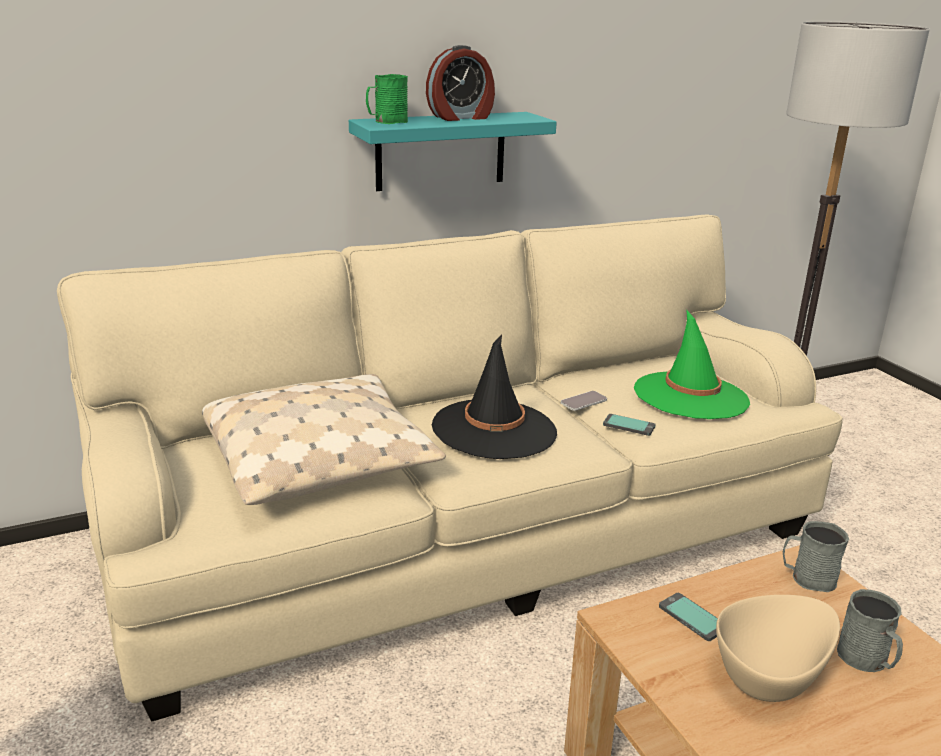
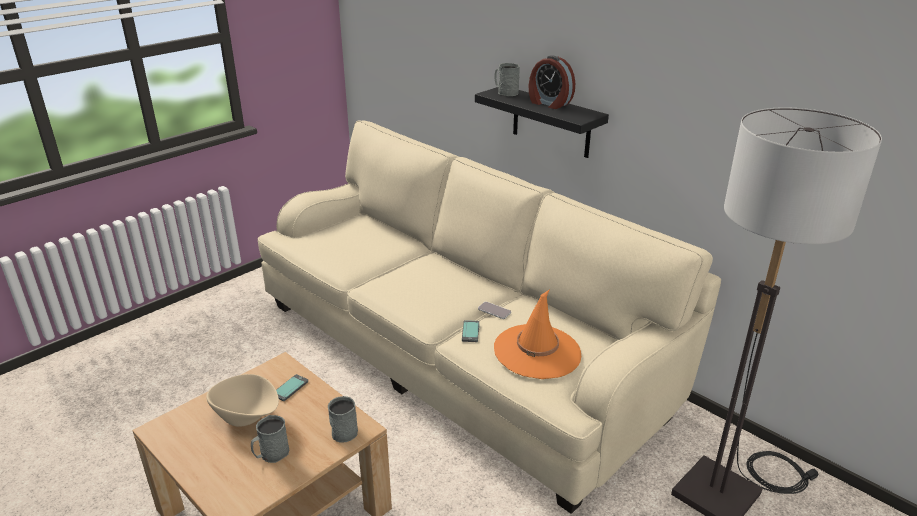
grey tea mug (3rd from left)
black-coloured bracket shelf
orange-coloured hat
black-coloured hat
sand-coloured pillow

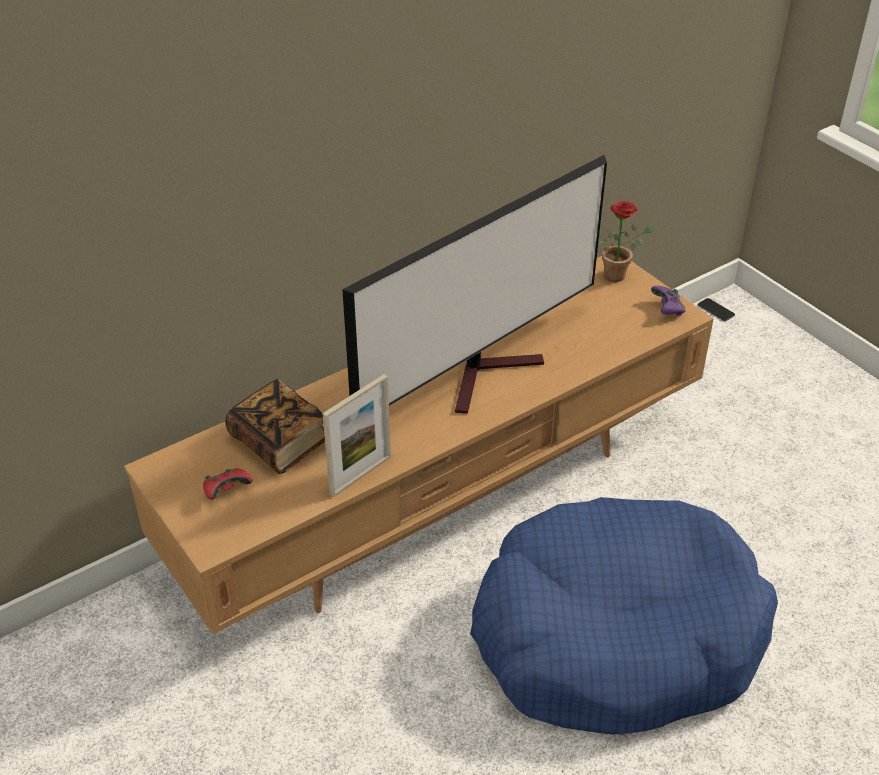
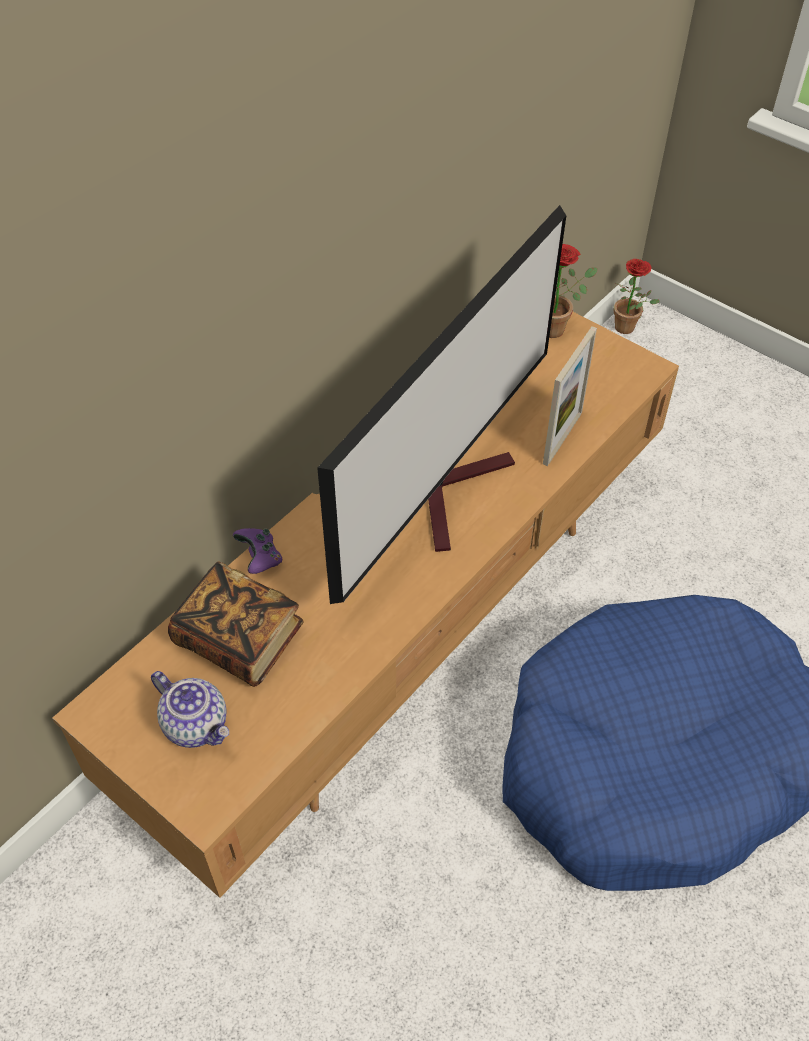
purple-coloured joypad
houseplant (2nd from left)
photo frame
teapot

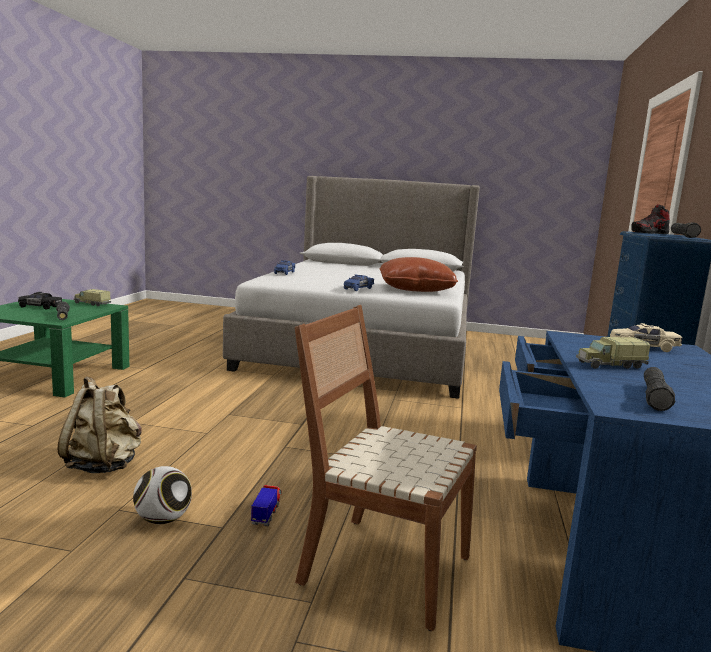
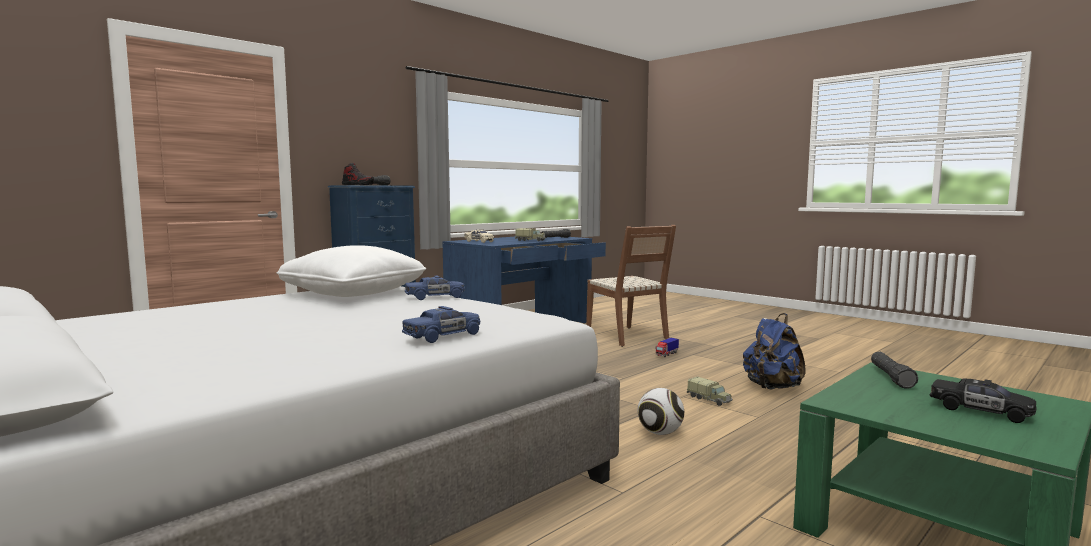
whitish pillow
toy truck (3rd from left)
blue-coloured backpack
ball for football

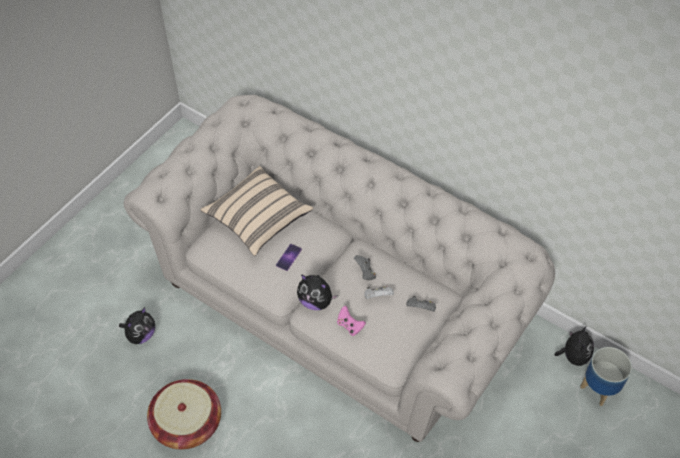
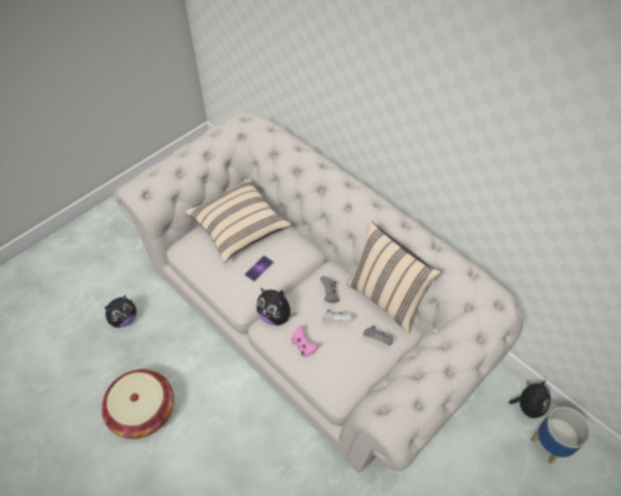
sand-coloured pillow (2nd from left)

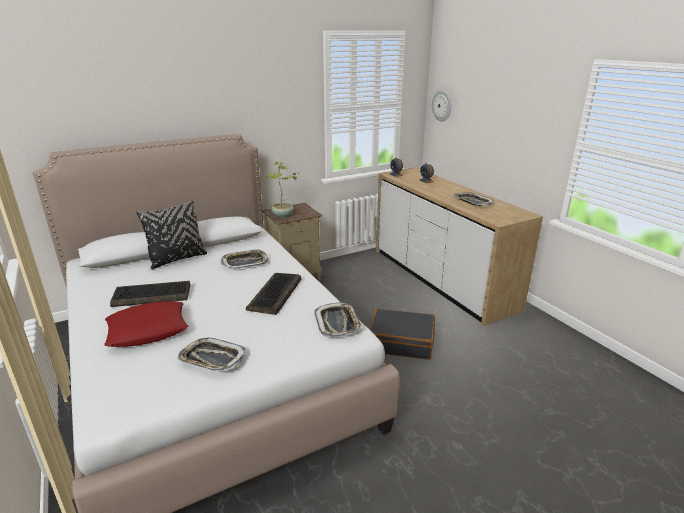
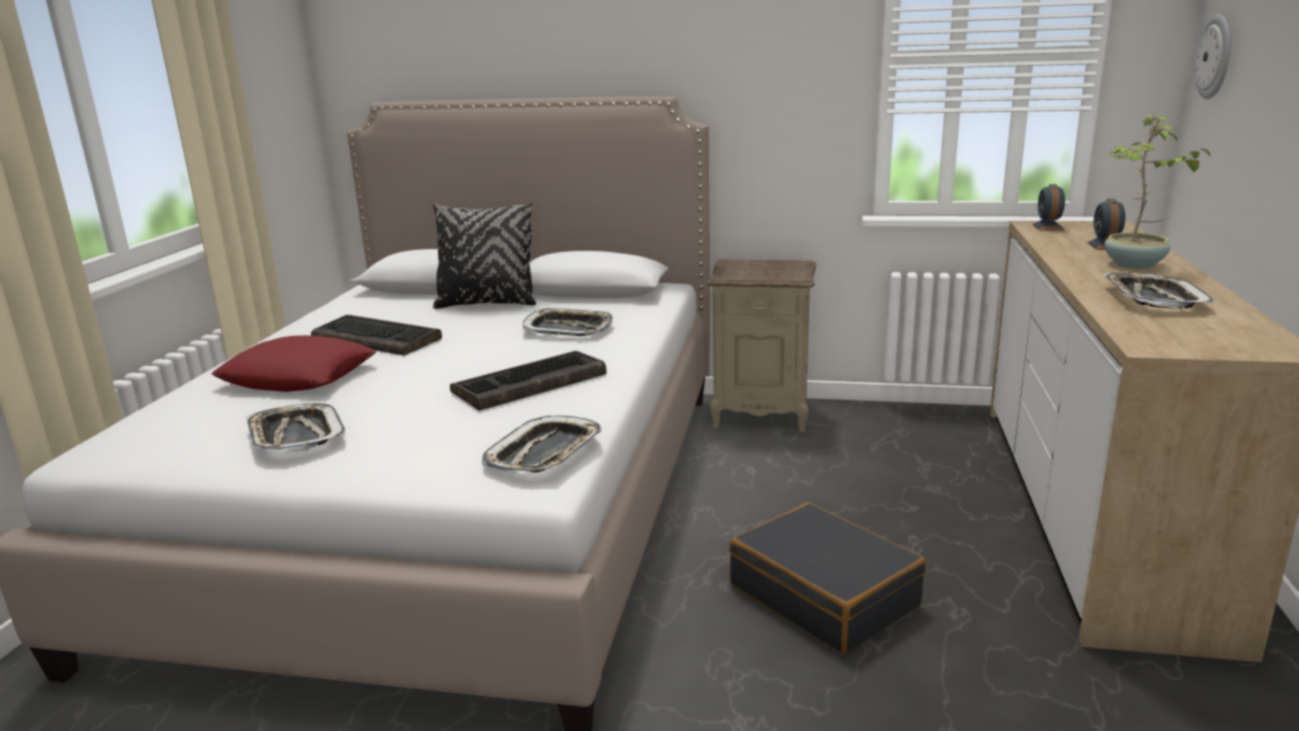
houseplant

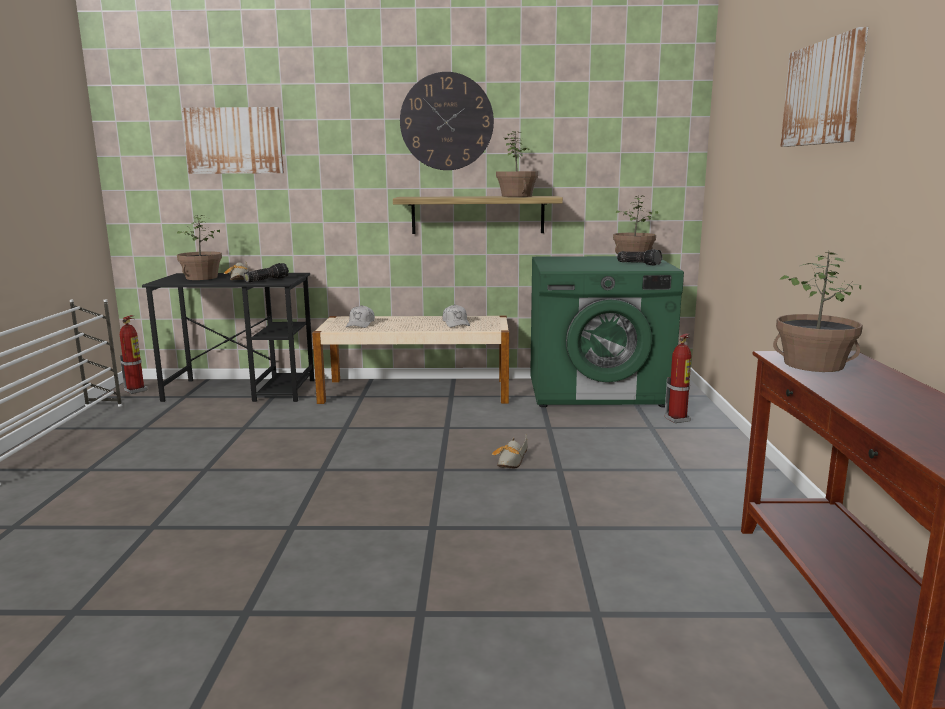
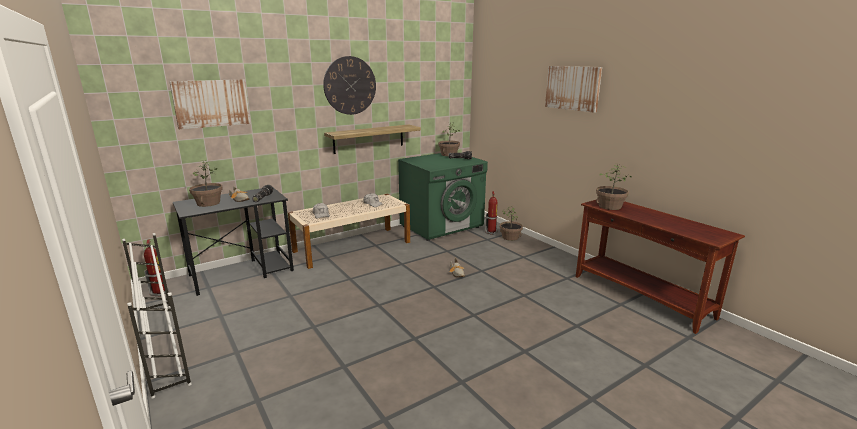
houseplant (3rd from left)

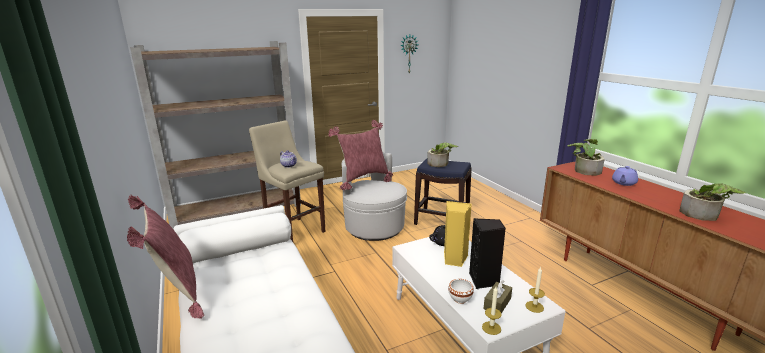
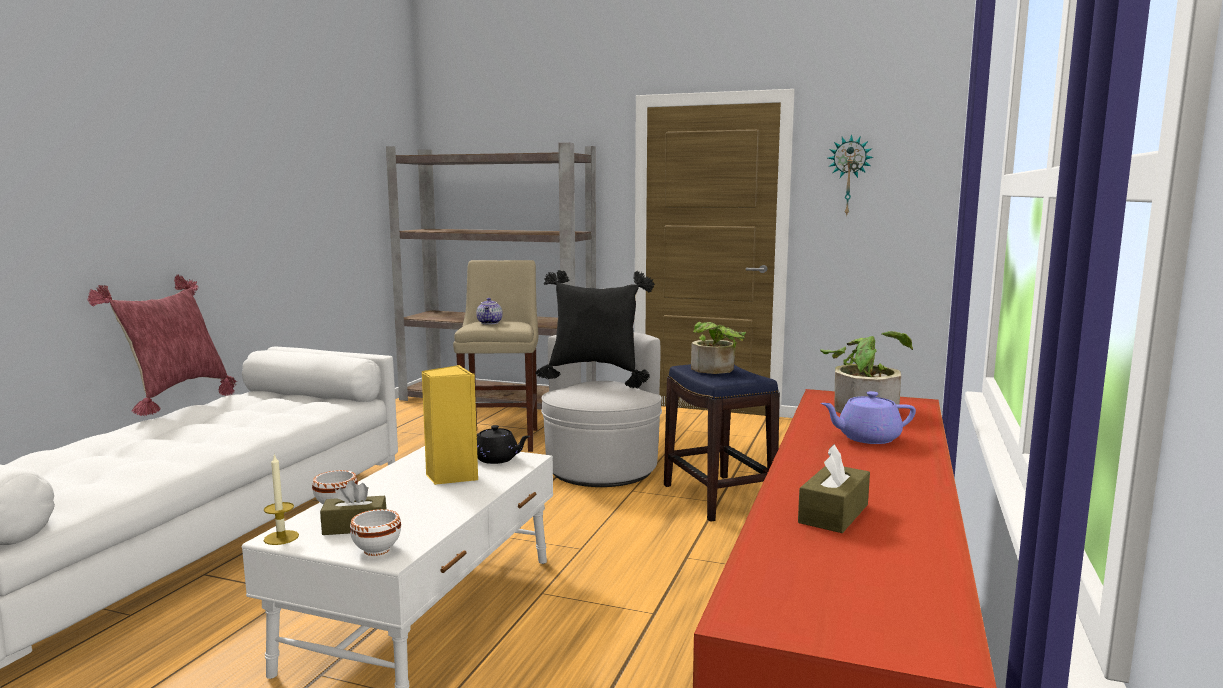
black-coloured pillow
brownish box of tissues (2nd from left)
black-coloured loudspeaker
whitish bowl (2nd from left)

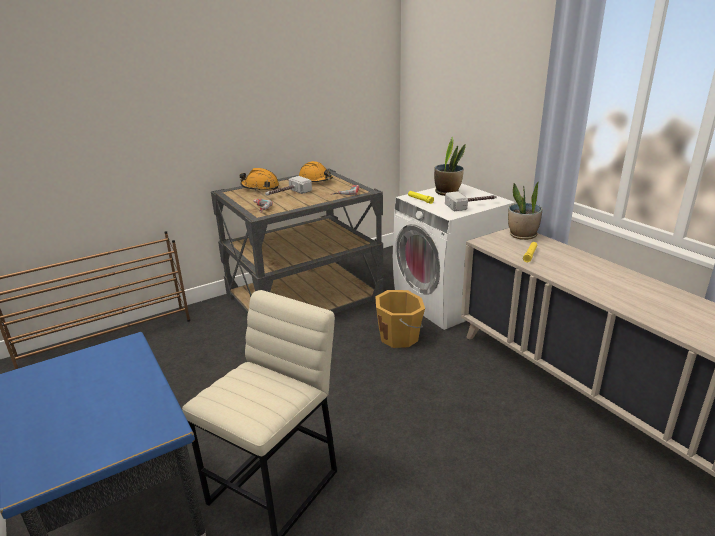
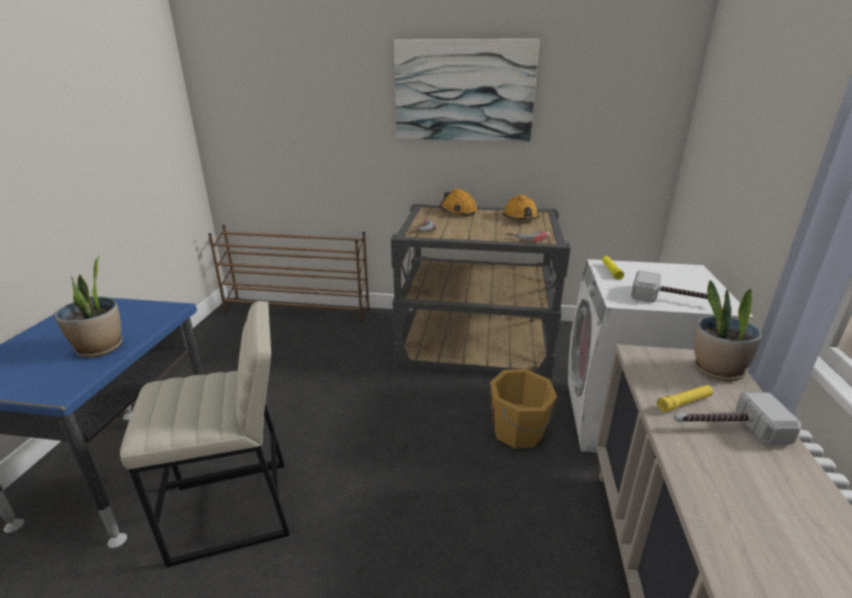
houseplant (1st from left)
tool hammer (2nd from left)
picture

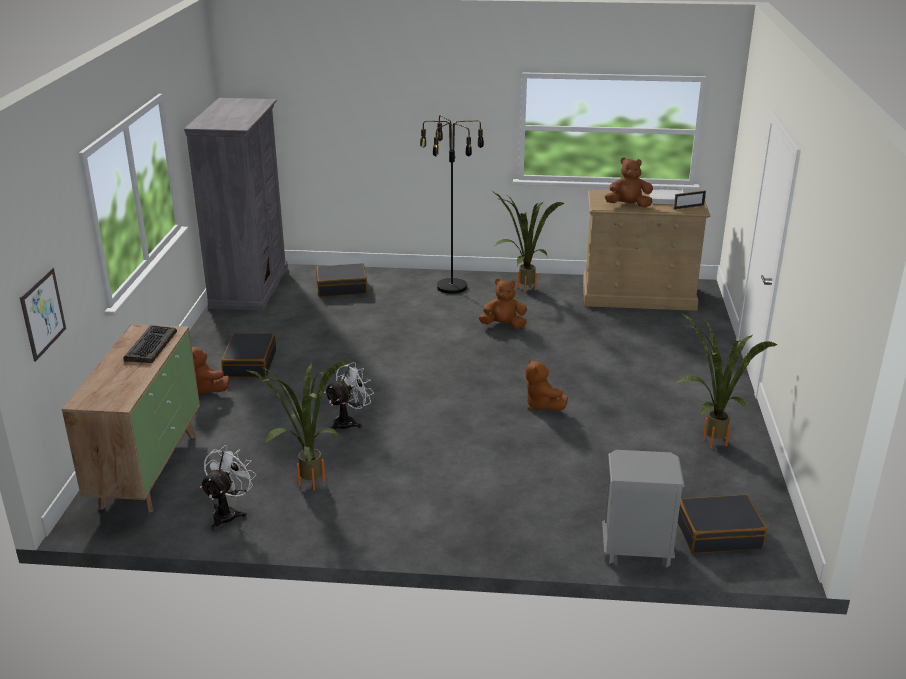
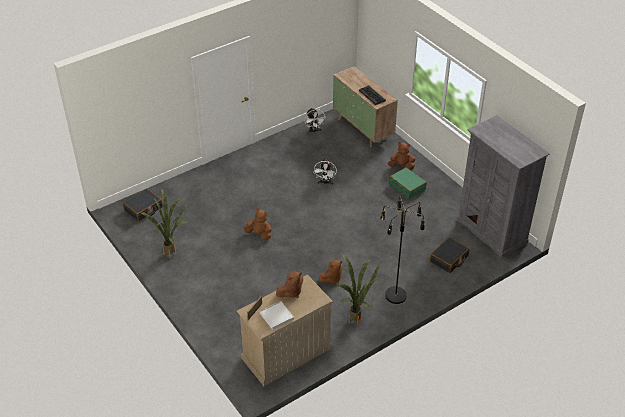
picture
greenish travel case
houseplant (1st from left in the first image)
grey bedside table

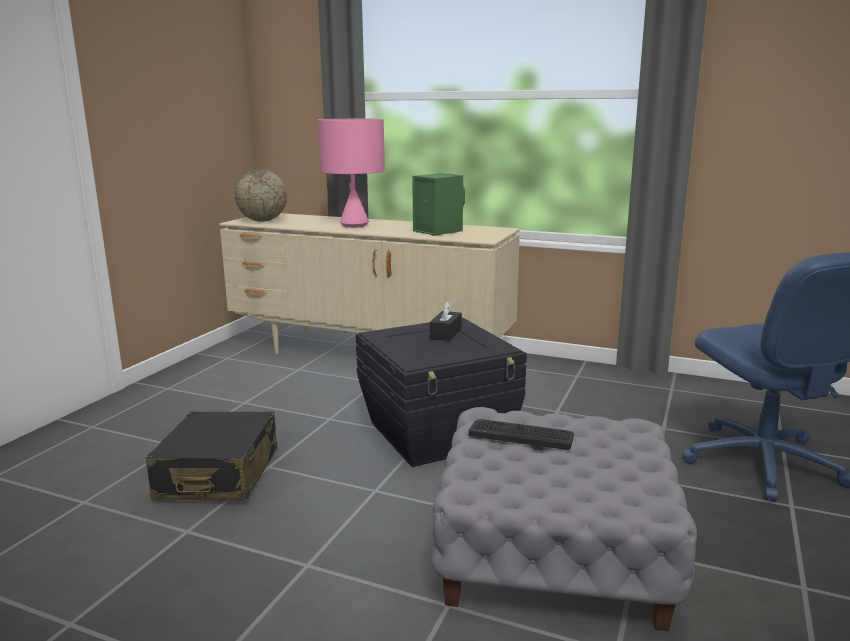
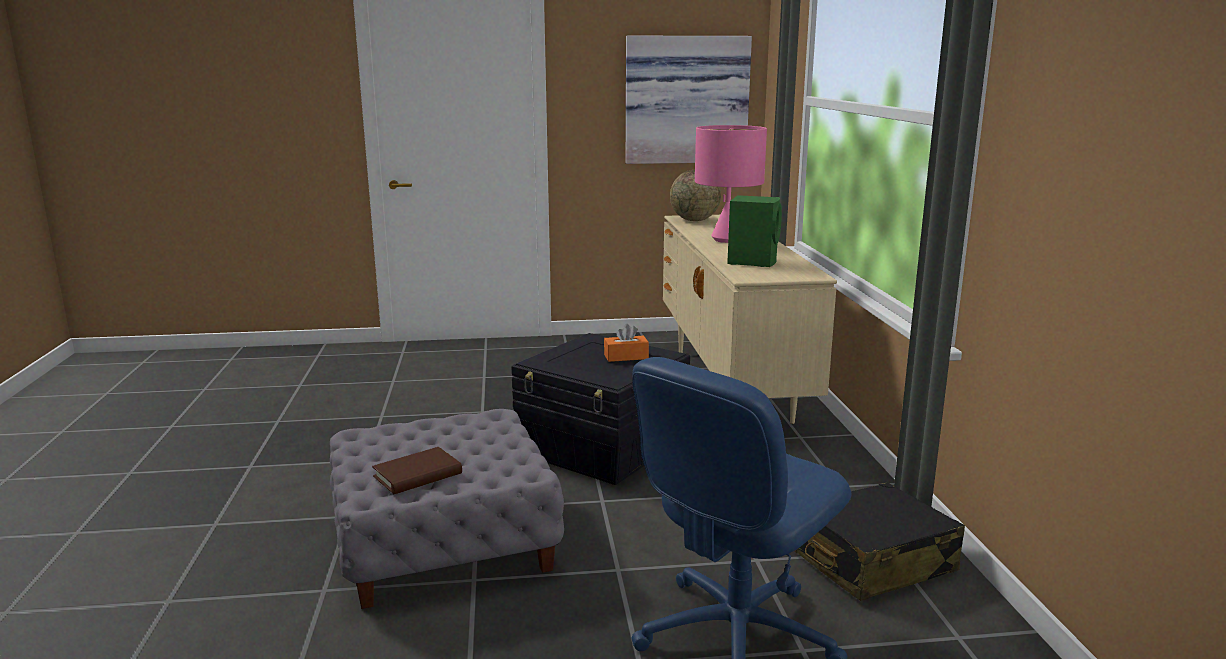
orange-coloured box of tissues
black-coloured travel case
keyboard
picture
brownish volume

